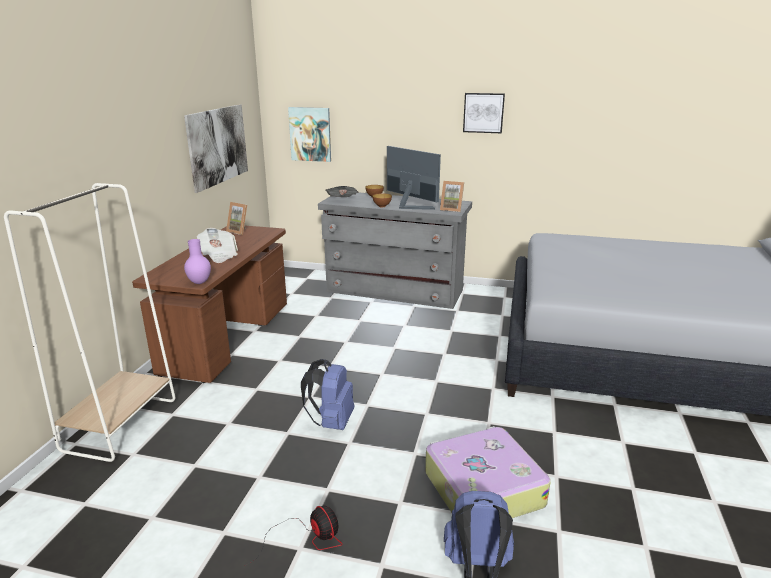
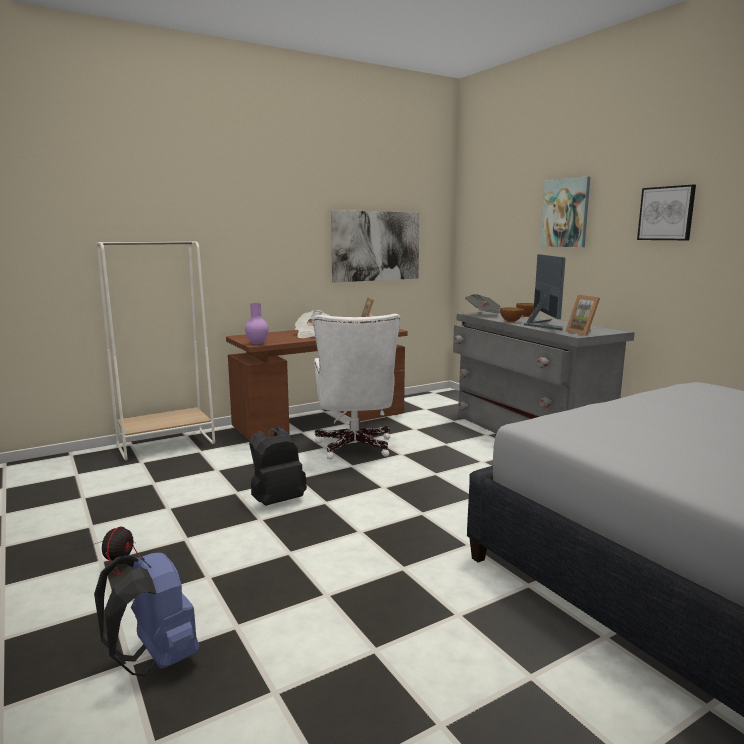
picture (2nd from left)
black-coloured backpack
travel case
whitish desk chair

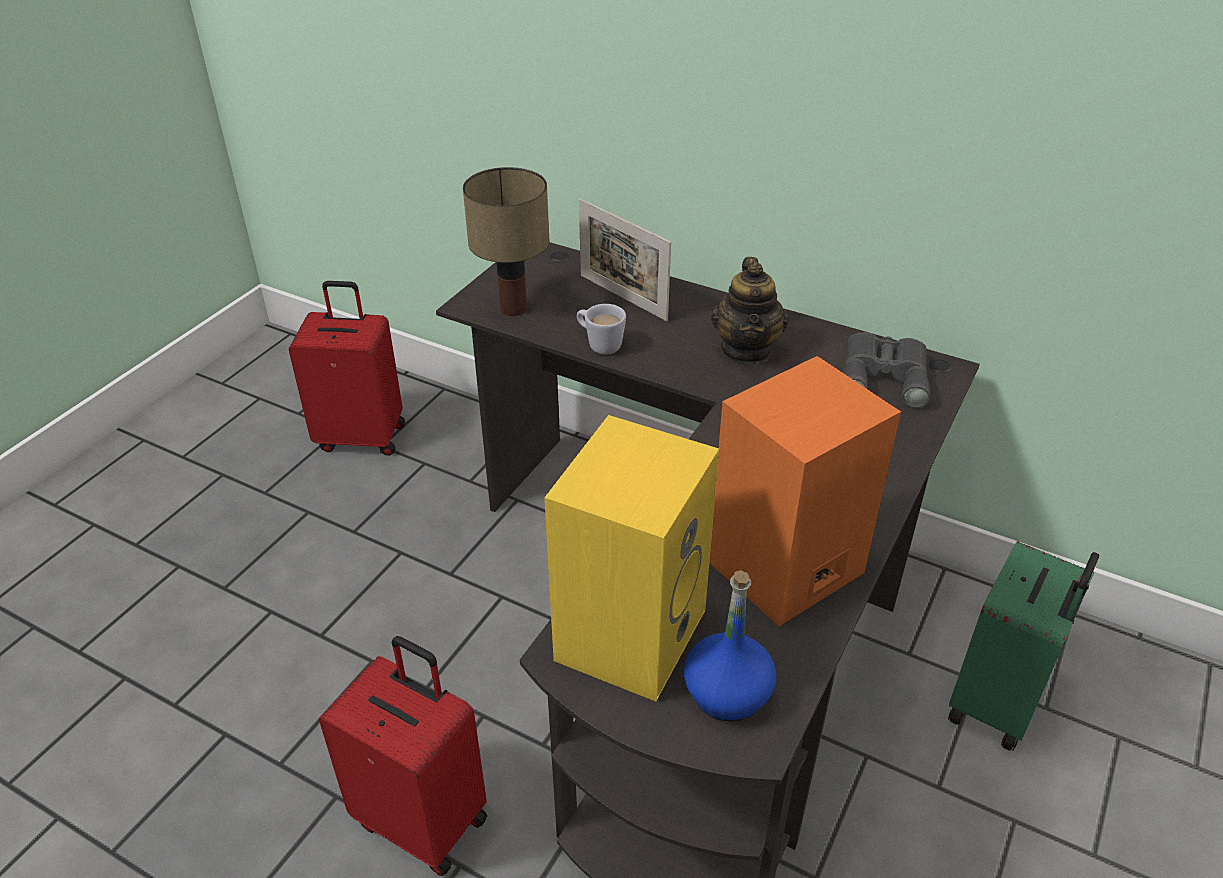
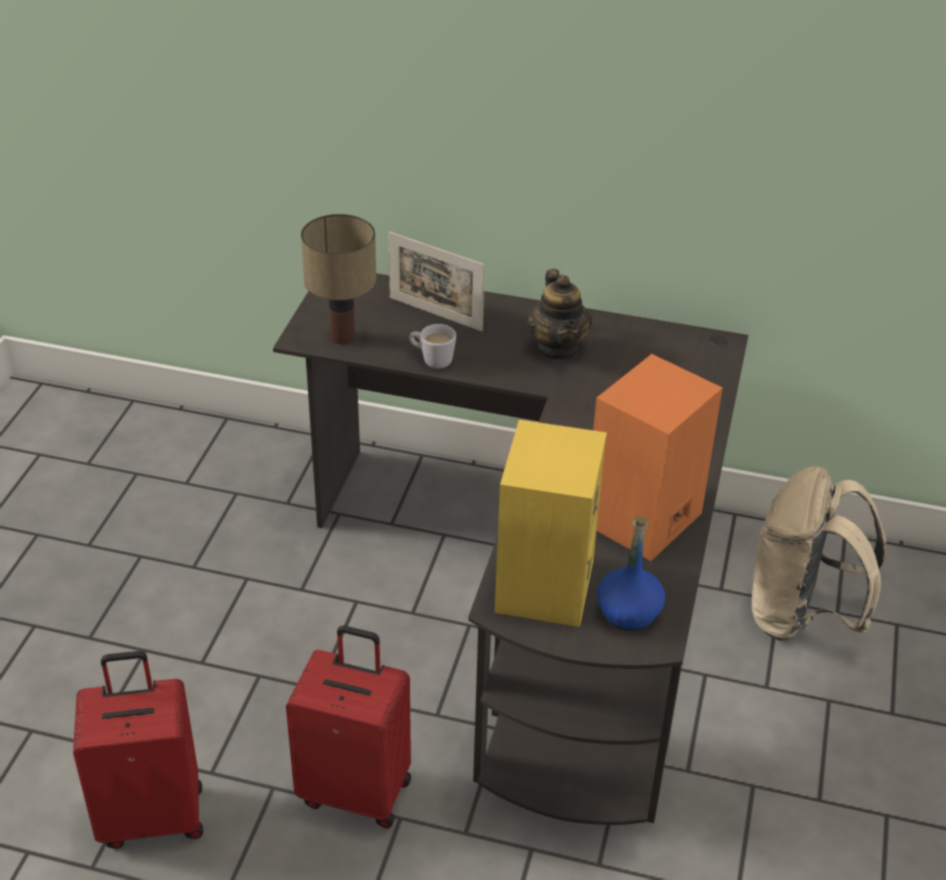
red travel case (1st from left)
grey field glasses
sand-coloured backpack

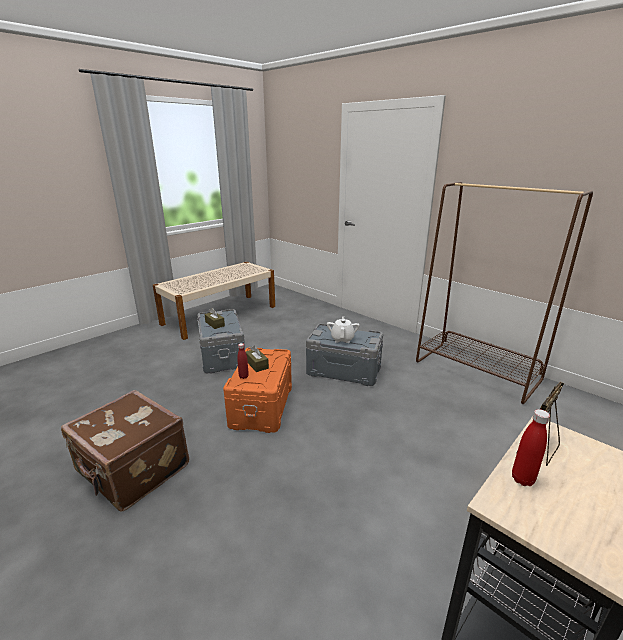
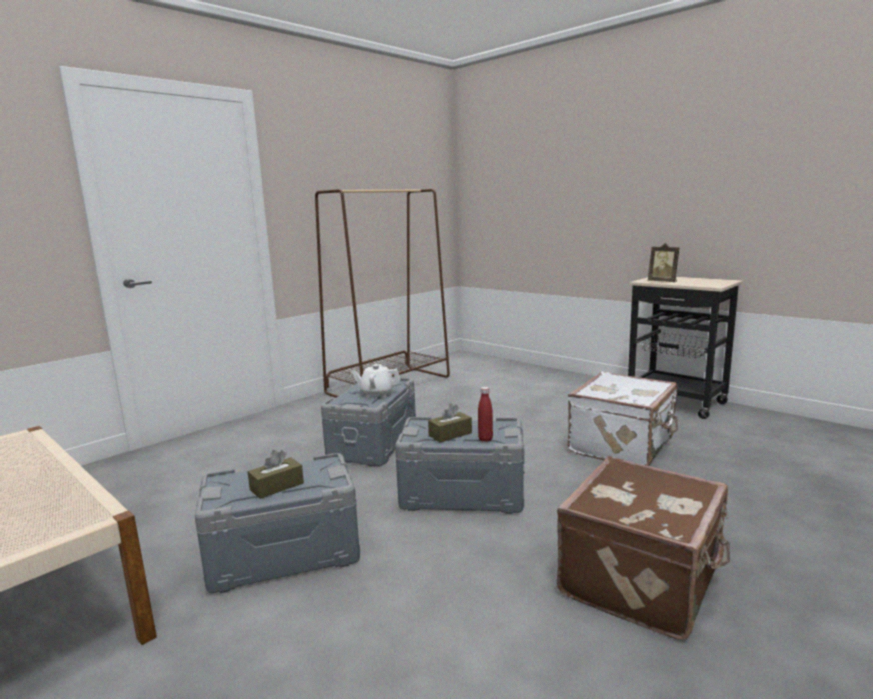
grey storage box (3rd from left)
red bottle (2nd from left in the first image)
whitish travel case

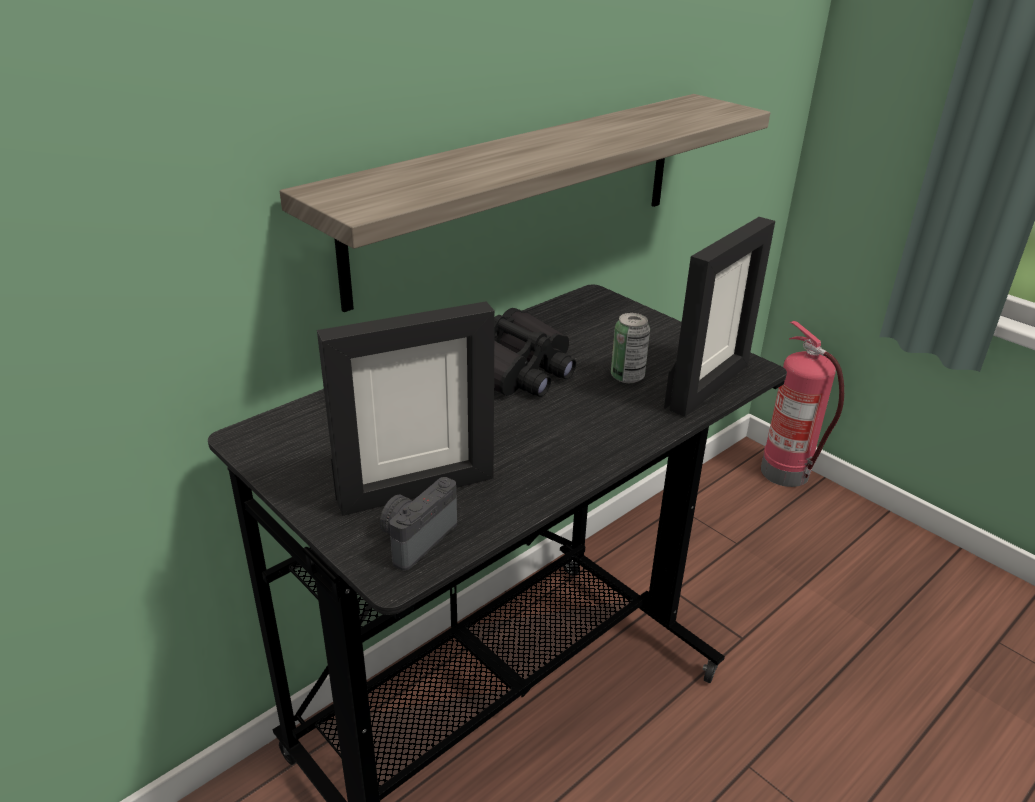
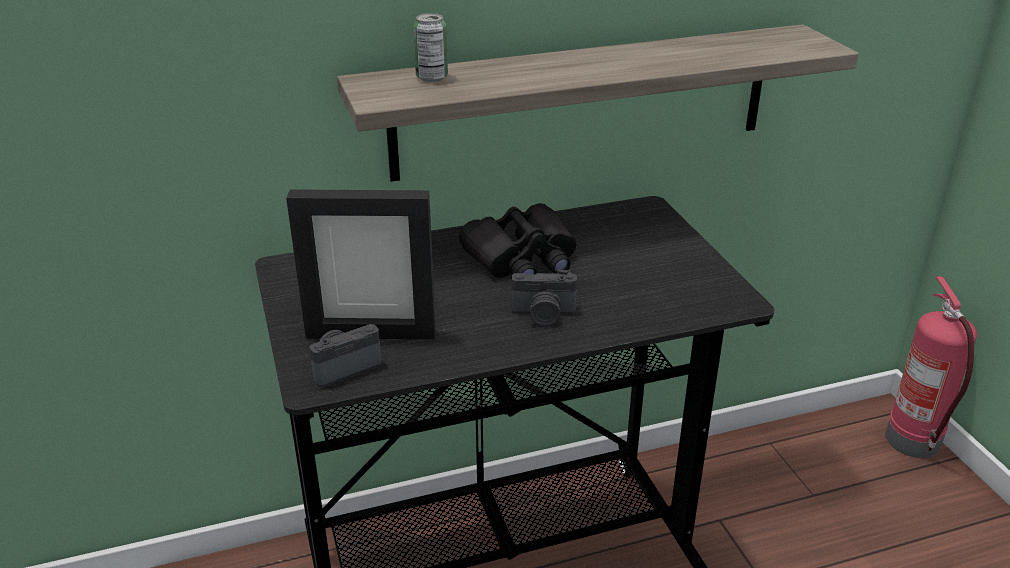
photo frame (2nd from left in the first image)
metal can
still camera (2nd from left)

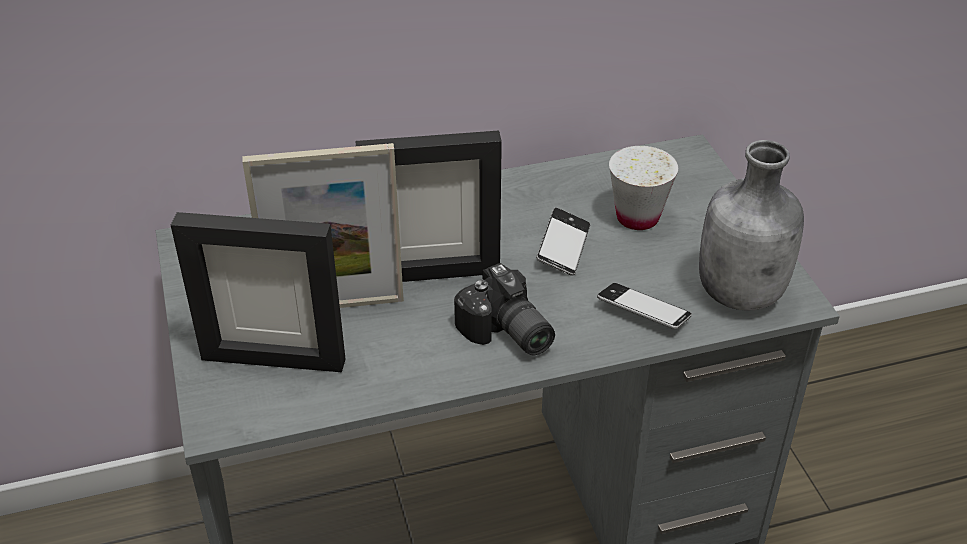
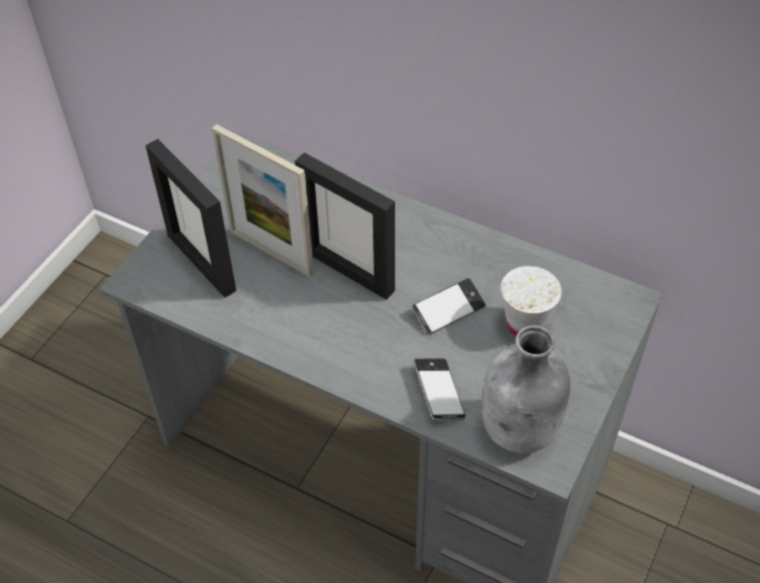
still camera

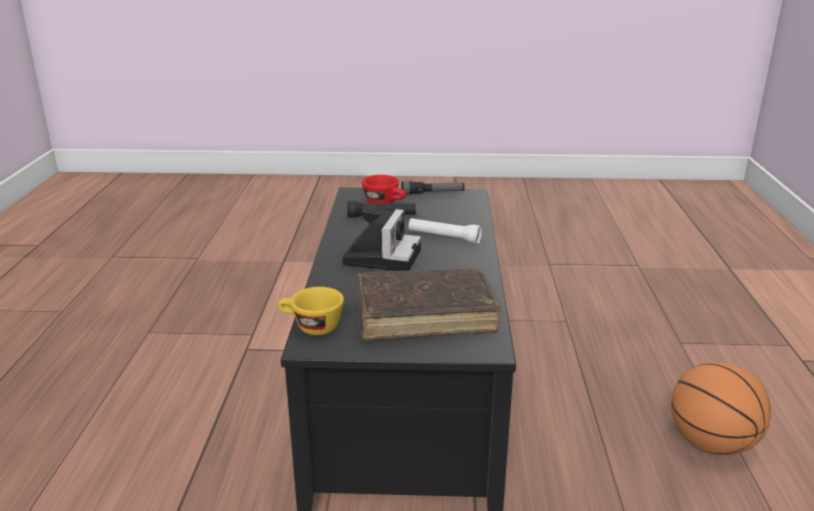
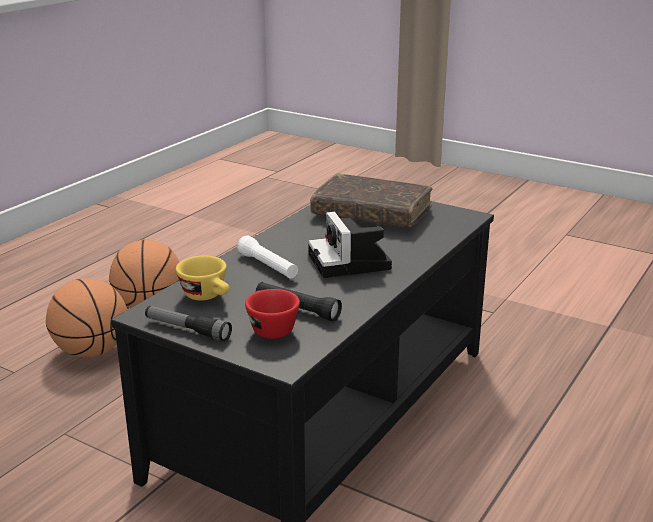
still camera
yellowish drinking cup
basketball (1st from left)

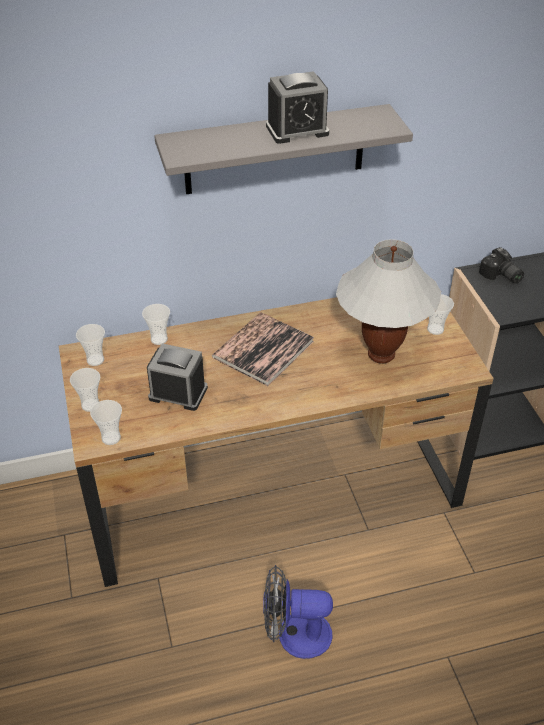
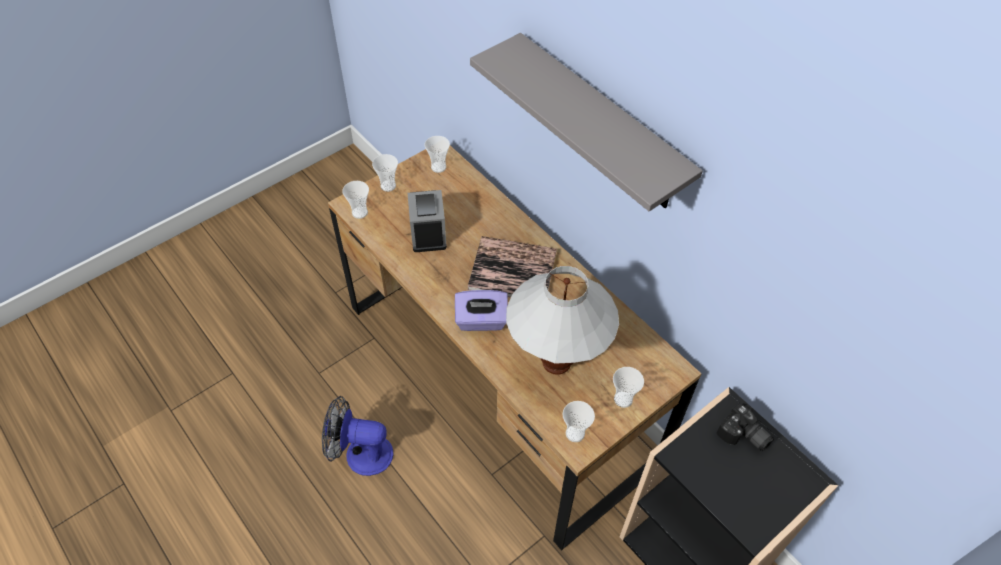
alarm clock (2nd from left in the first image)
still camera
drinking cup (4th from left)
cooling fan
purple-coloured box of tissues

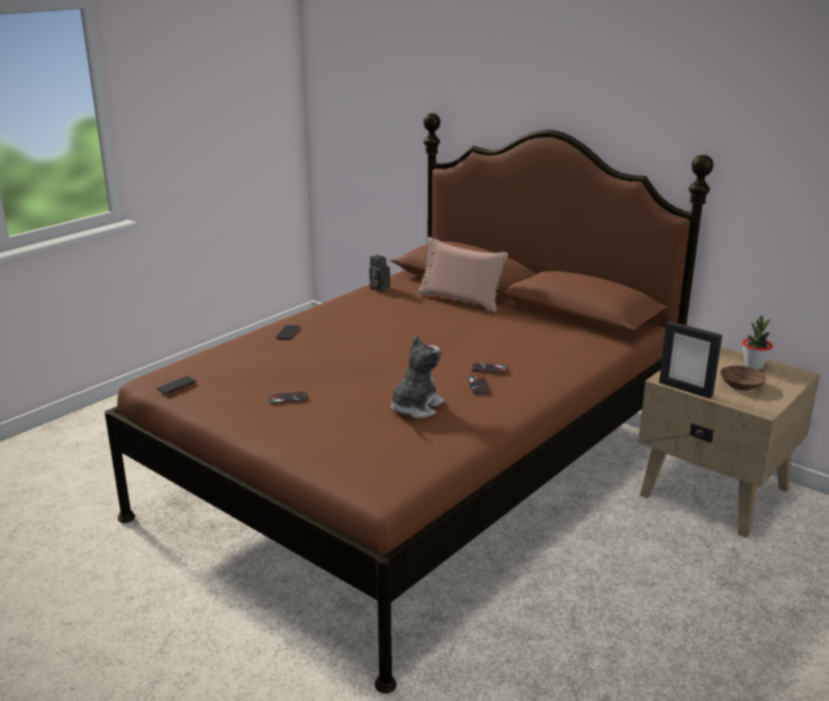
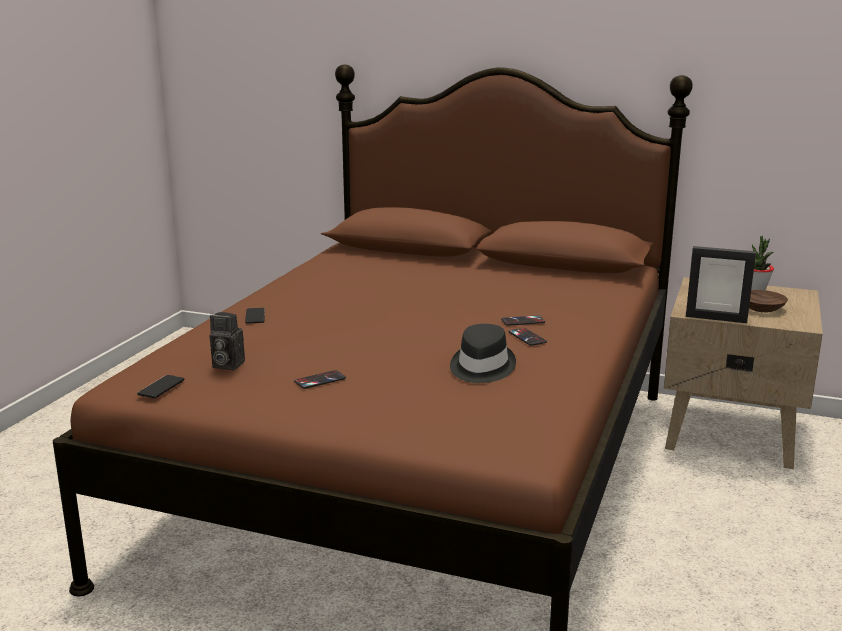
sand-coloured pillow
still camera
black-coloured hat

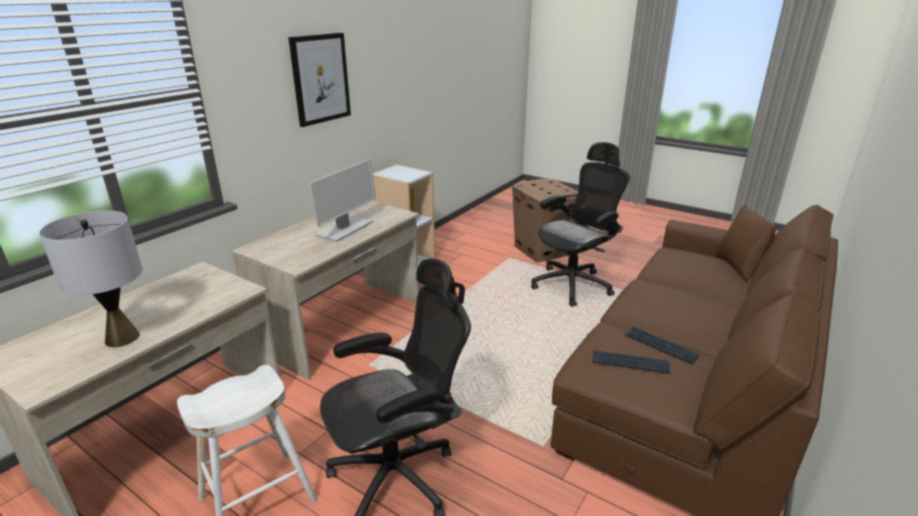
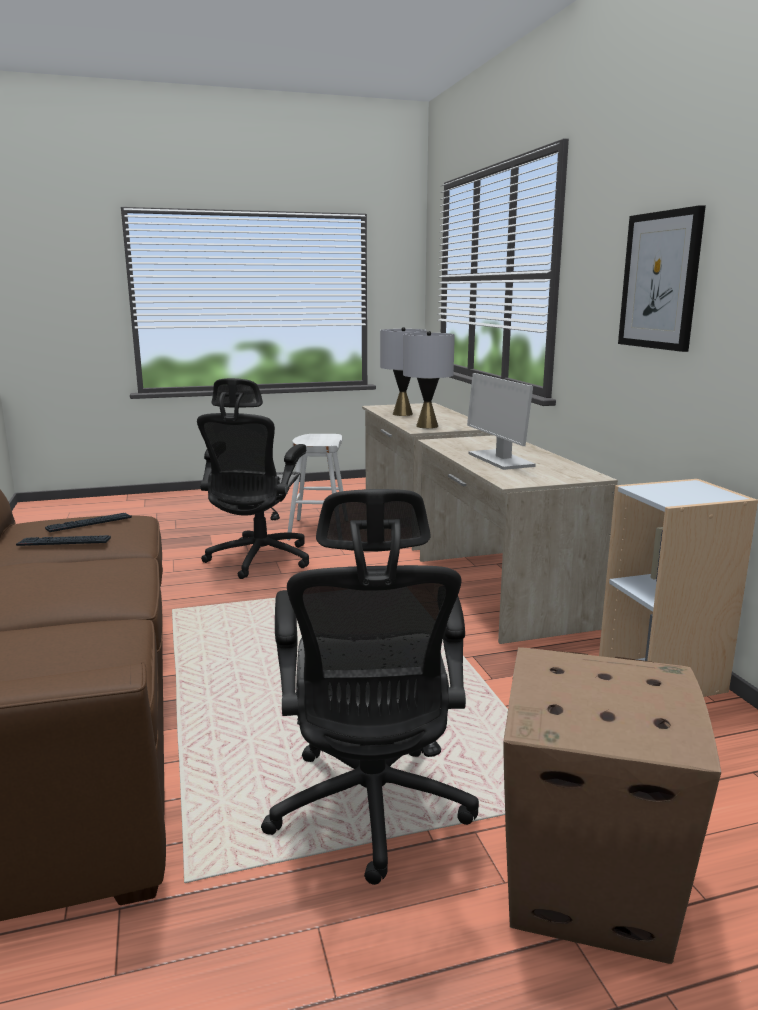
grey lamp for a table (2nd from left)

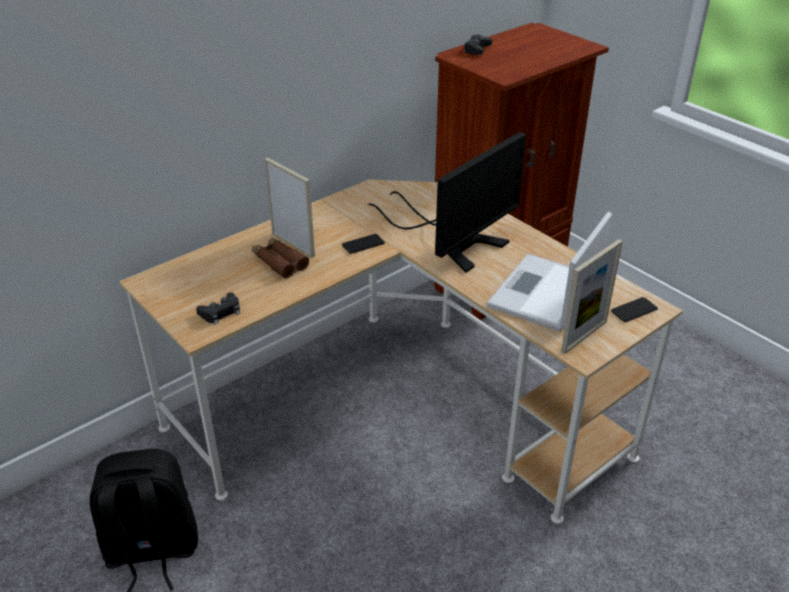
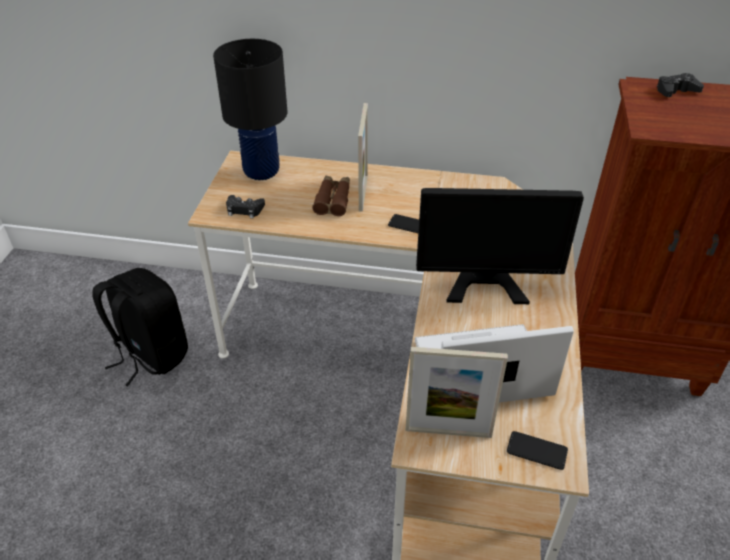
black-coloured lamp for a table

